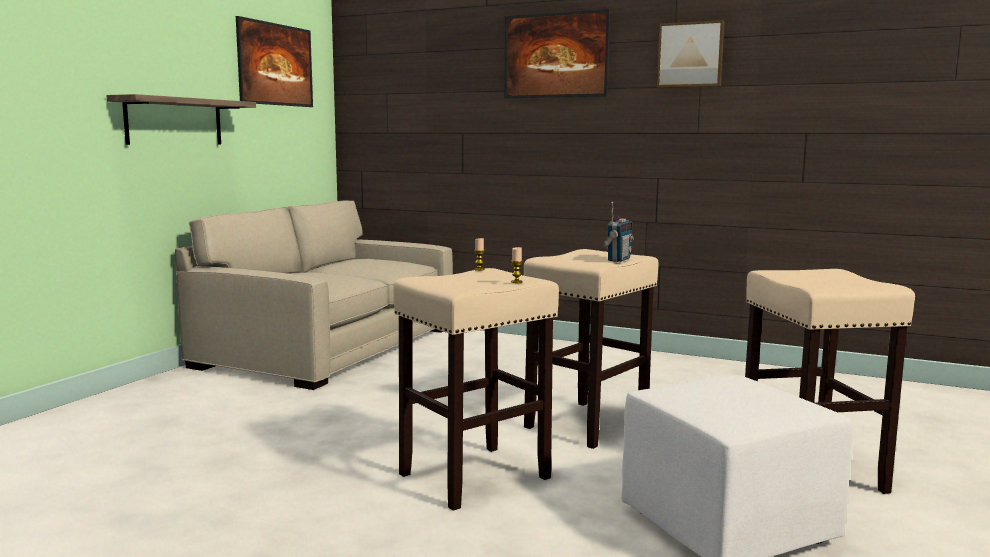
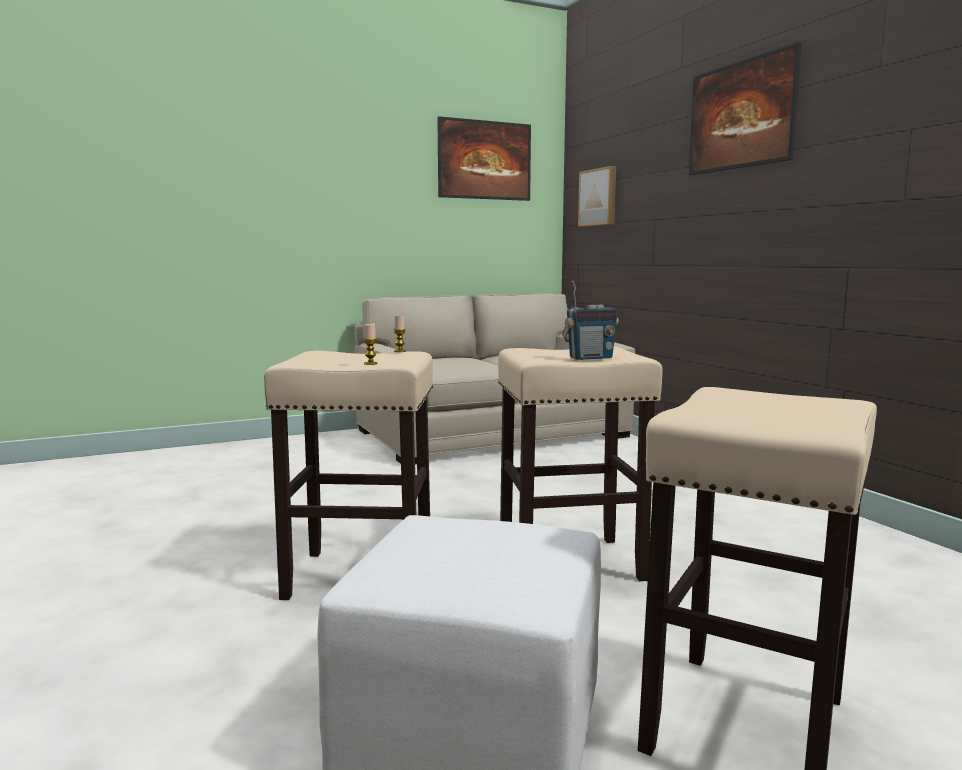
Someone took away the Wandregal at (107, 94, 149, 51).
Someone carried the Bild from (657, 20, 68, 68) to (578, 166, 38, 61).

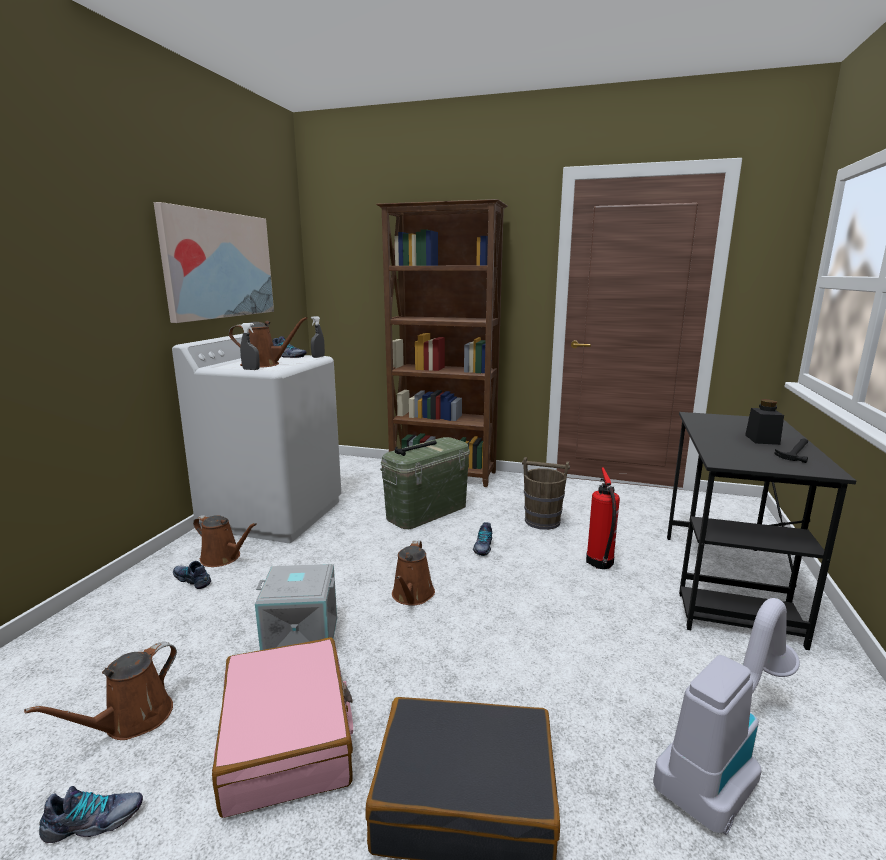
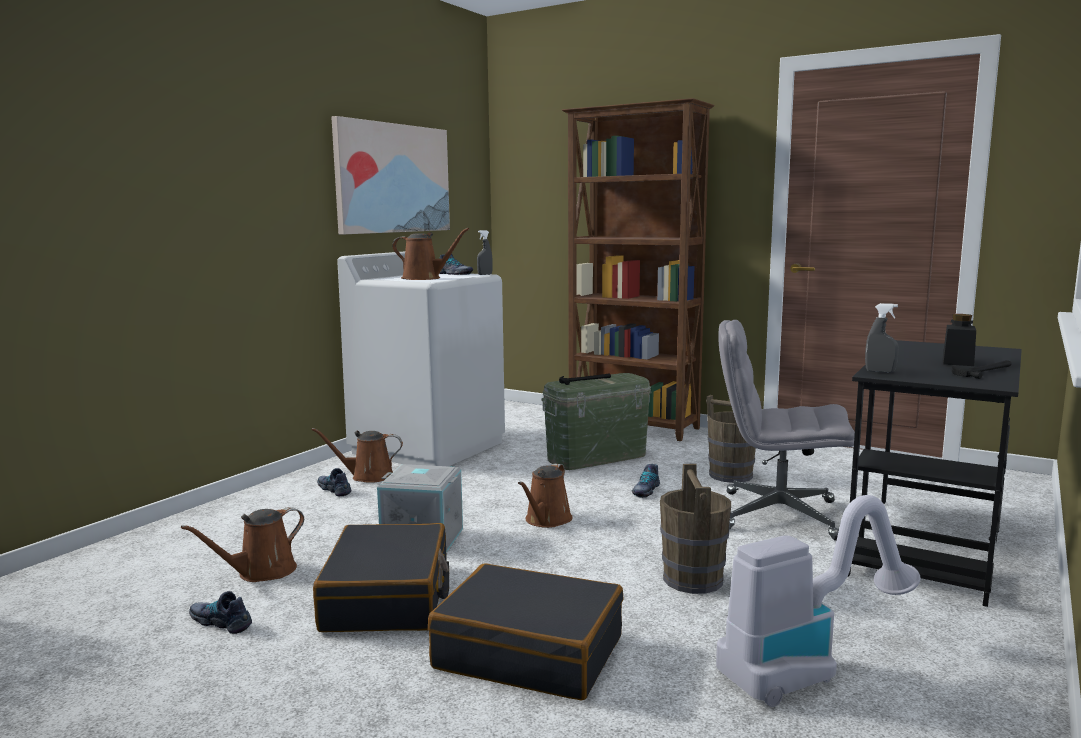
Someone put down the Eimer/braun at (660, 464, 71, 130).
Someone carried the Sprühflasche/grau from (240, 323, 20, 47) to (865, 303, 34, 70).
Someone swapped the Feuerlöscher at (586, 468, 34, 101) for the Bürostuhl/grau at (718, 320, 137, 221).
Someone repainted the Koffer/rosa at (212, 638, 141, 180), which became the Koffer/schwarz at (313, 523, 136, 109).
Someone rotated the Schuh at (39, 786, 104, 57) by 150 degrees counterclockwise.
Someone rotated the Gießkanne/braun at (193, 515, 64, 52) by 135 degrees clockwise.

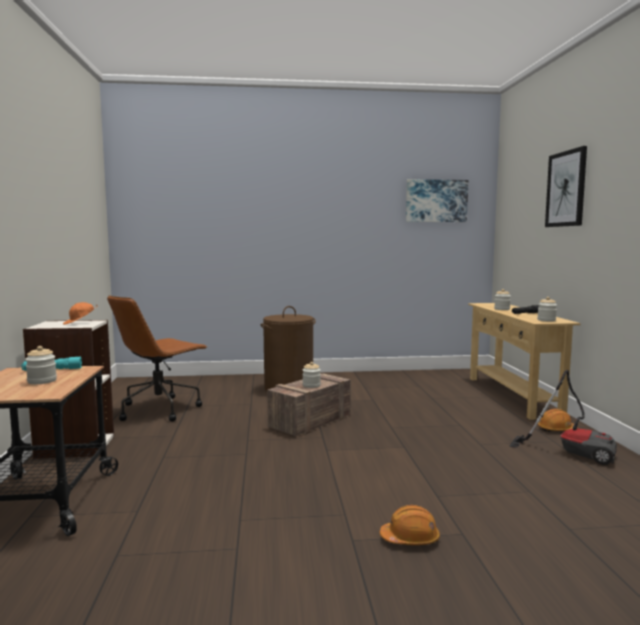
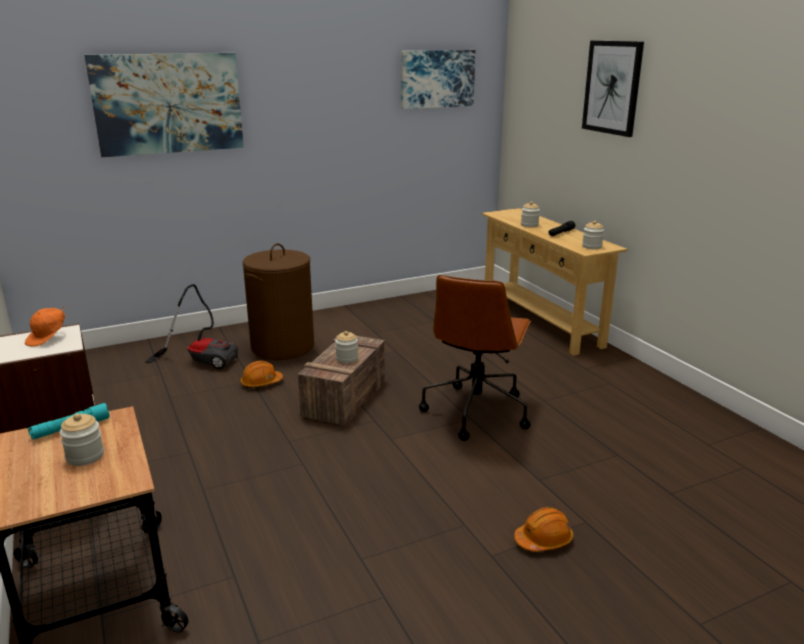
Someone put up the Bild at (84, 53, 160, 104).
Someone carried the Bürostuhl/braun from (107, 295, 100, 126) to (419, 275, 112, 166).
Someone carried the Staubsauger from (509, 370, 108, 95) to (145, 284, 93, 86).
Someone carried the Schutzhelm/orange from (538, 409, 40, 23) to (240, 361, 43, 27).

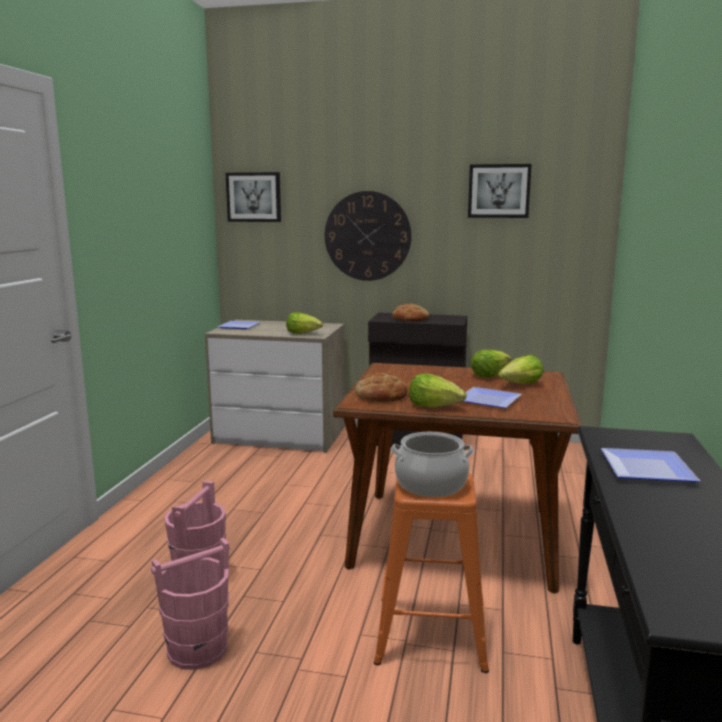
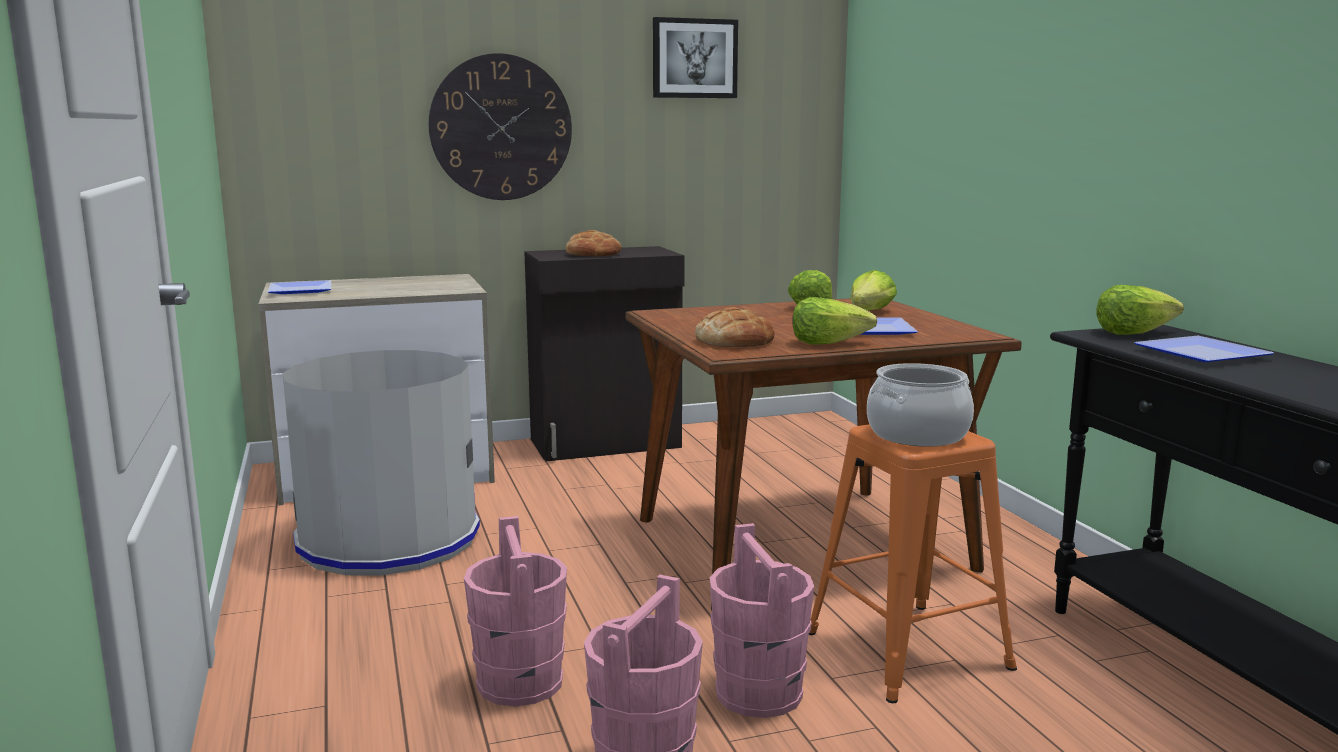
Someone took away the Bild at (226, 172, 55, 50).
Someone put down the Mülleimer/grau at (283, 350, 197, 225).
Someone put down the Eimer/rosa at (709, 523, 105, 195).
Someone carried the Salatkopf from (286, 313, 37, 21) to (1096, 285, 88, 50).

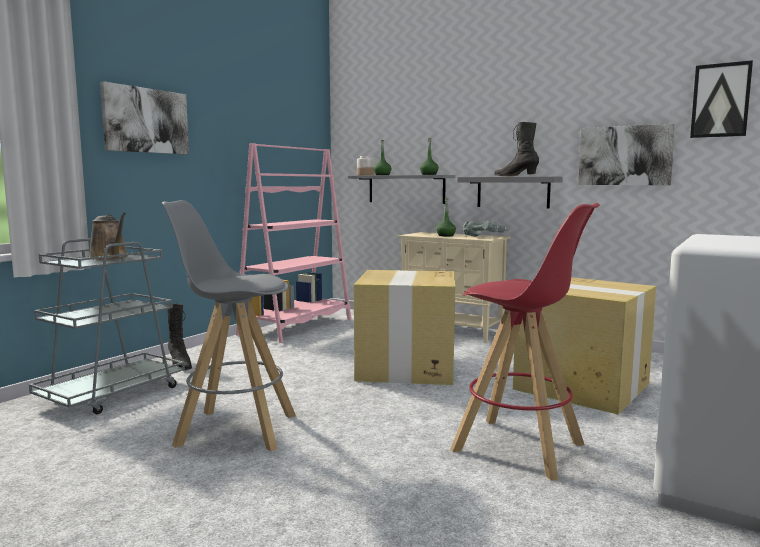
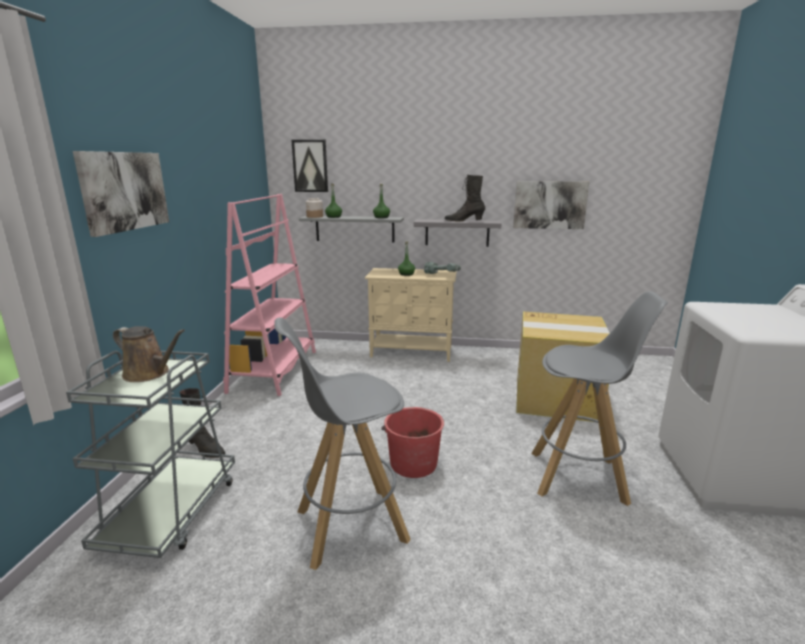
Someone took away the Karton at (354, 270, 101, 115).
Someone put down the Eimer/rot at (382, 407, 62, 71).
Someone carried the Bild from (690, 60, 63, 78) to (291, 140, 37, 52).
Someone repainted the Hocker/rot at (451, 203, 149, 278), which became the Hocker/grau at (531, 291, 137, 215).

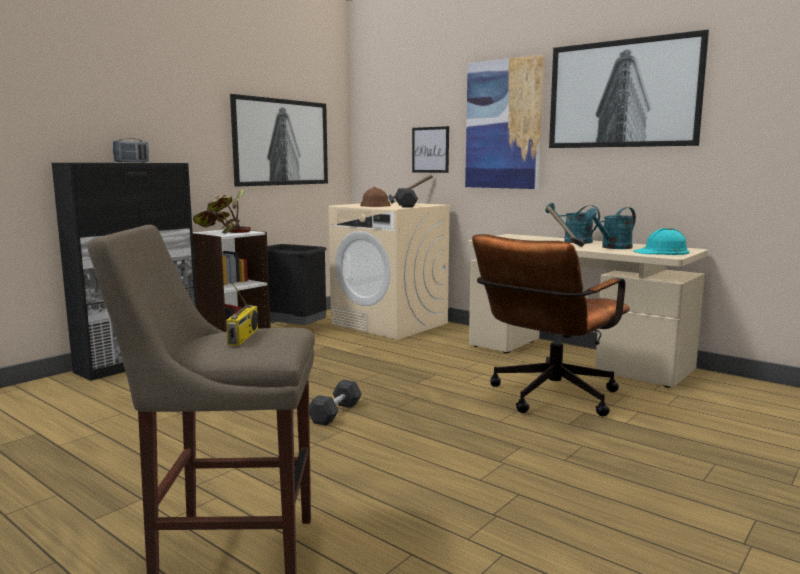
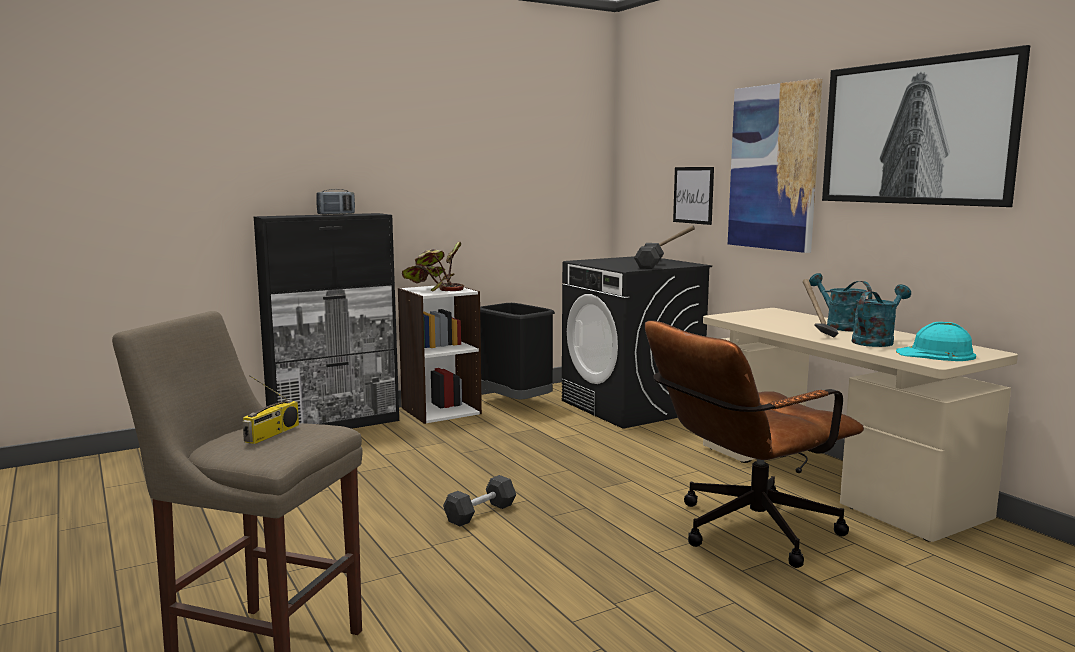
Someone took away the Bild at (230, 94, 98, 93).
Someone took away the Schutzhelm/braun at (360, 187, 31, 20).
Someone repainted the Waschmaschine/beige at (329, 202, 122, 138), which became the Waschmaschine/schwarz at (562, 256, 150, 173).
Someone rotated the Gießkanne/türkis at (585, 207, 51, 42) by 150 degrees clockwise.

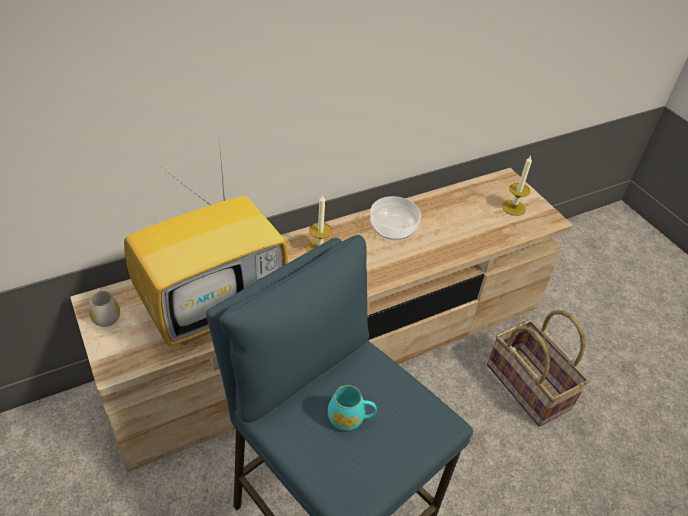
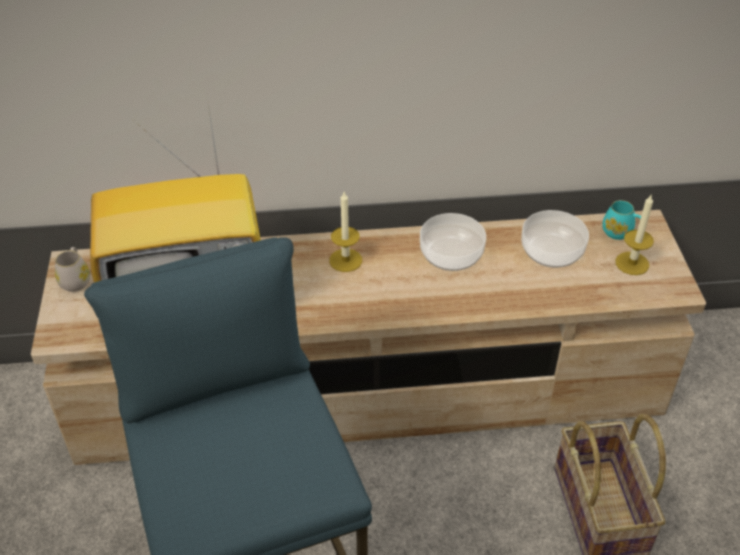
Someone put down the Schüssel at (521, 210, 68, 58).
Someone carried the Henkelbecher/türkis from (328, 385, 49, 46) to (602, 200, 39, 40).

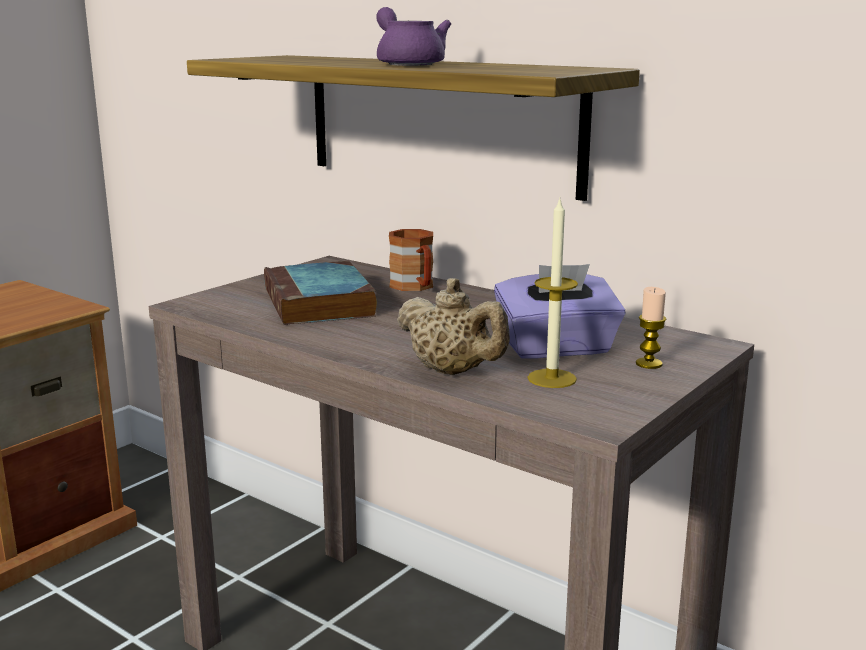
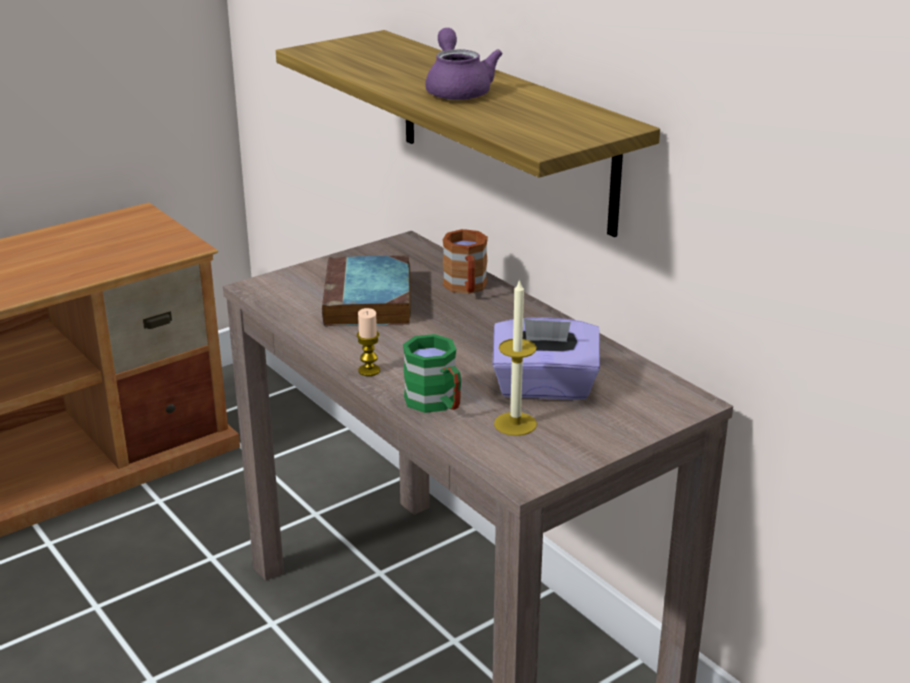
Someone carried the Kerze from (636, 287, 30, 82) to (357, 308, 23, 68).
Someone swapped the Teekanne/beige at (397, 278, 113, 97) for the Henkelbecher/grün at (403, 334, 58, 79).

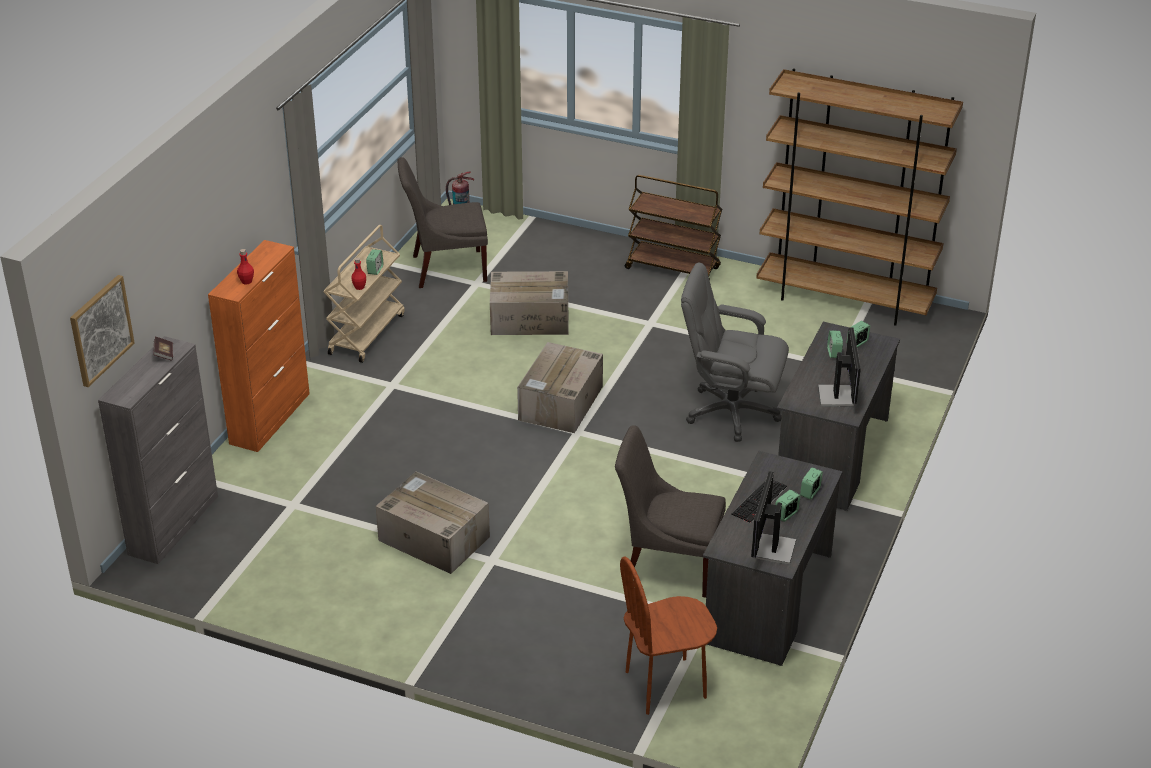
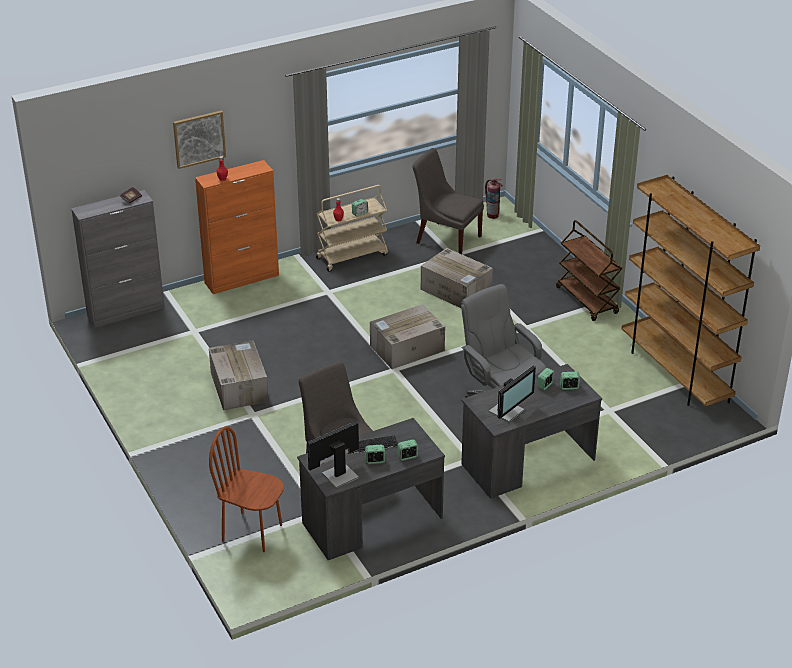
Someone carried the Bild from (70, 275, 65, 112) to (173, 111, 53, 58).

